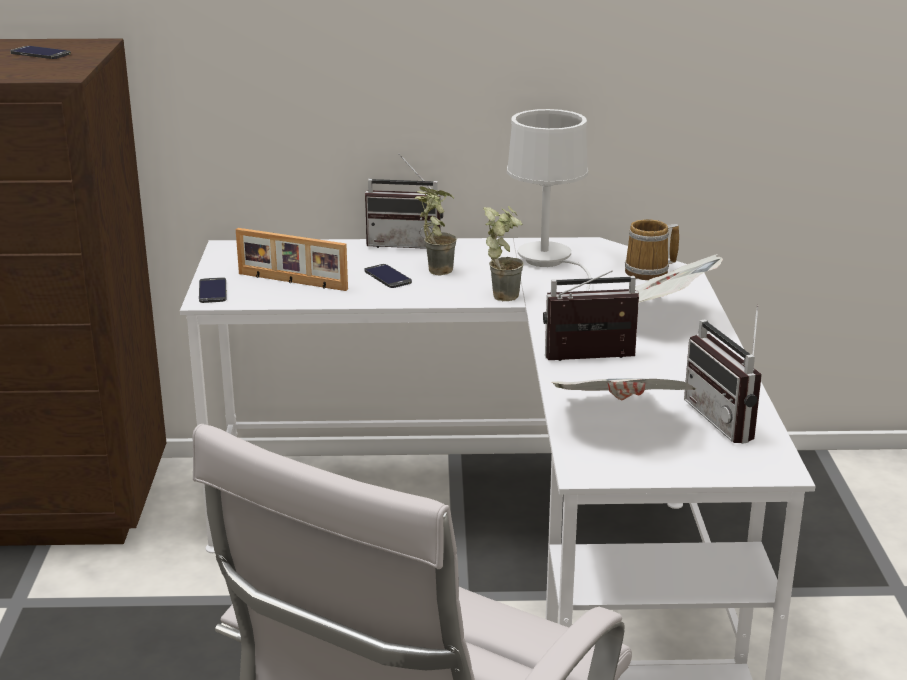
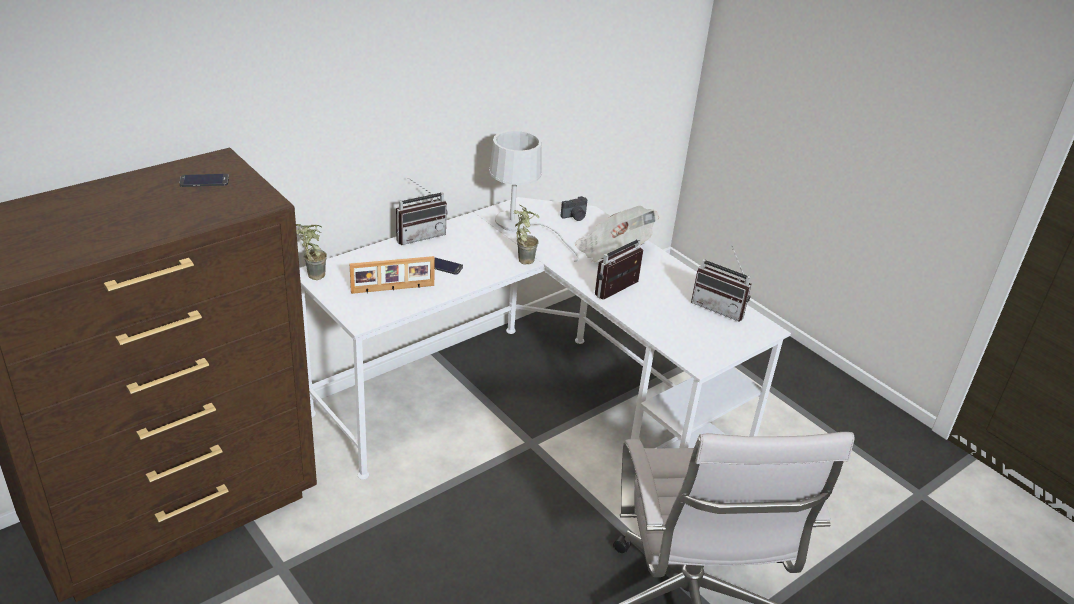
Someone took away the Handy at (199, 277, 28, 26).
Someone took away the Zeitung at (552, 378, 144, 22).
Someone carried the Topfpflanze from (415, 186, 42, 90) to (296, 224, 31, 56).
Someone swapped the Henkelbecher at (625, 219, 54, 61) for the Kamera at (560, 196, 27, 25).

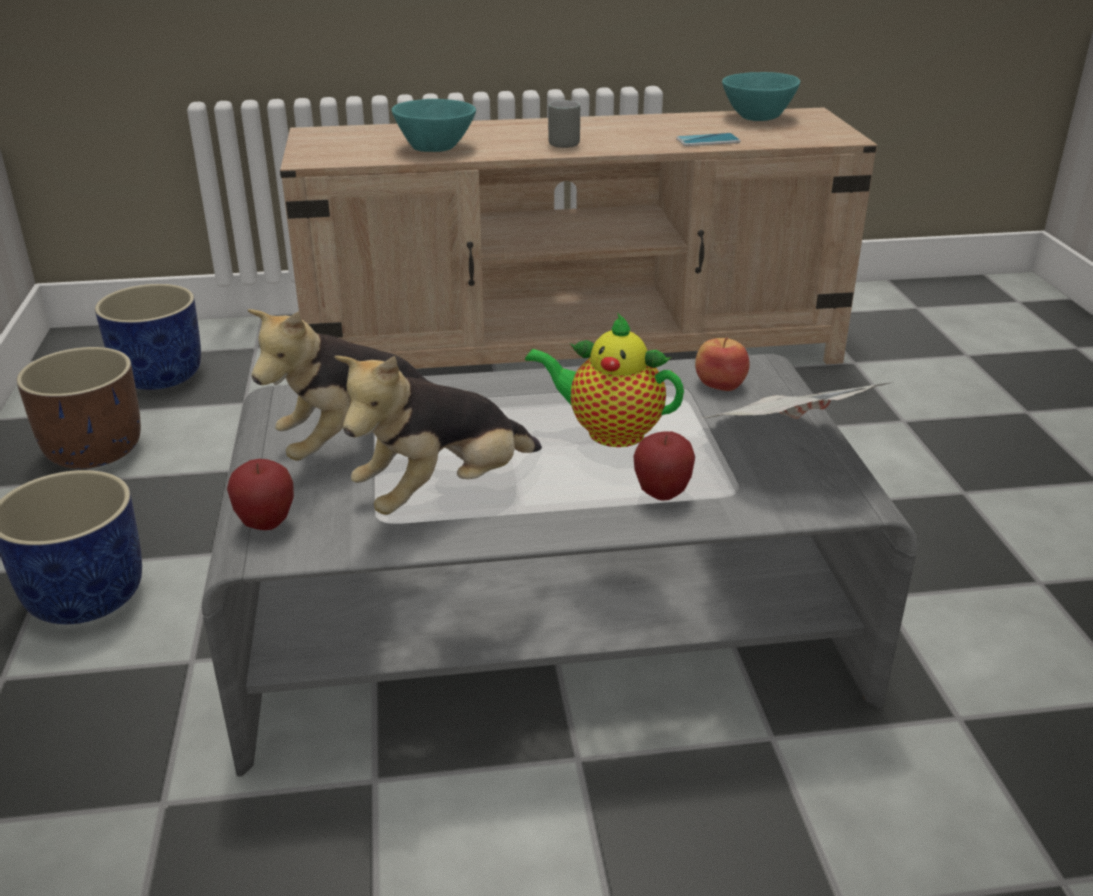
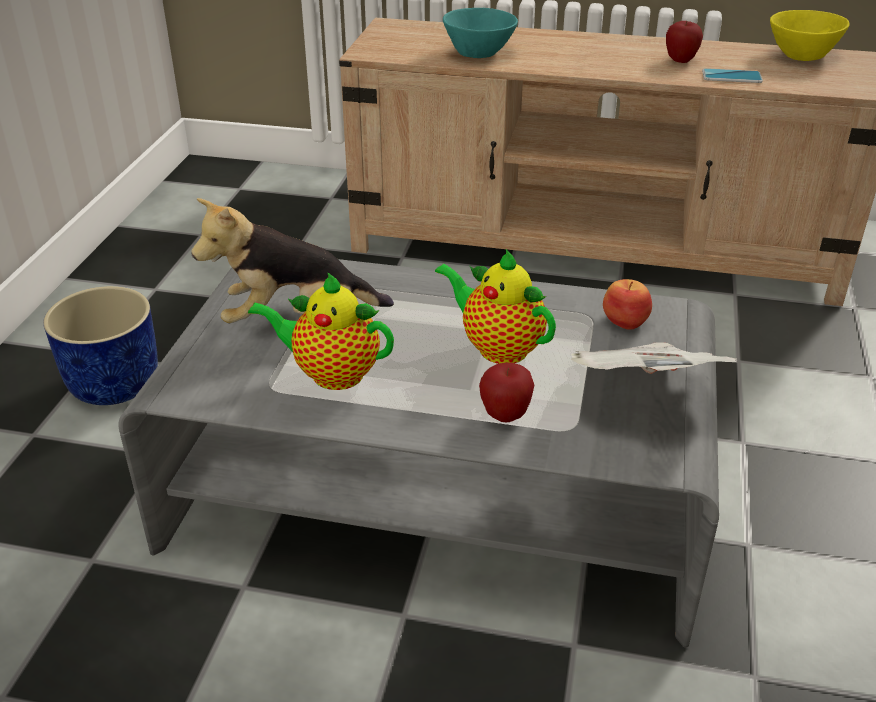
Someone took away the Pflanzkübel/braun at (16, 347, 125, 122).
Someone took away the Pflanzkübel/blau at (95, 284, 106, 106).
Someone took away the Henkelbecher/grau at (548, 100, 32, 48).
Someone carried the Apfel from (227, 459, 67, 71) to (666, 21, 37, 42).
Someone swapped the Plüschtier at (334, 356, 208, 159) for the Teekanne at (248, 272, 146, 118).
Someone repainted the Schüssel/türkis at (722, 72, 78, 49), which became the Schüssel/gelb at (770, 10, 79, 51).

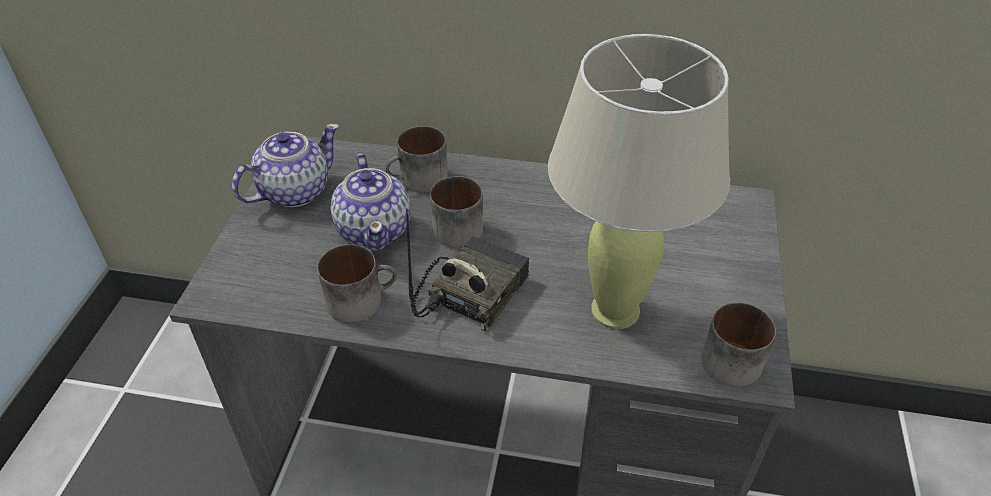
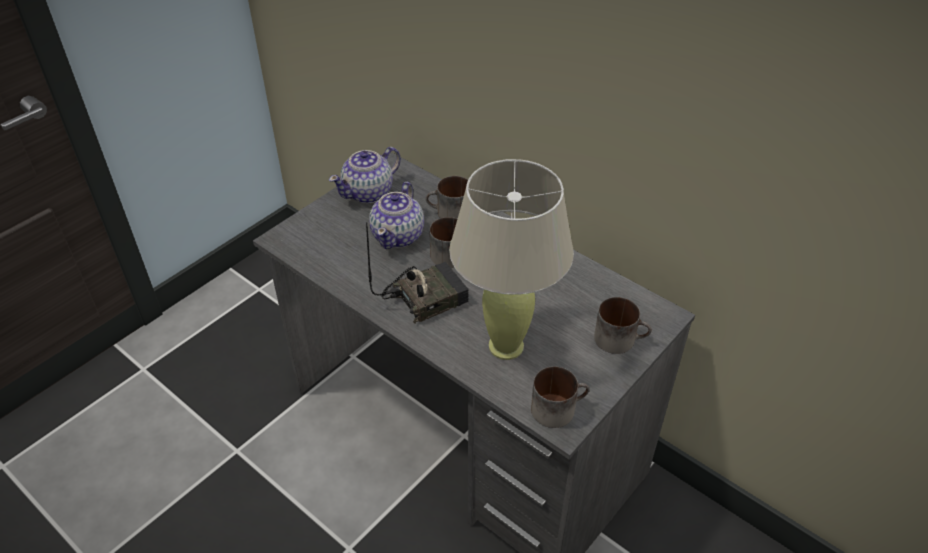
Someone carried the Henkelbecher from (317, 244, 80, 79) to (594, 297, 58, 57).
Someone rotated the Teekanne at (232, 123, 107, 84) by 150 degrees clockwise.

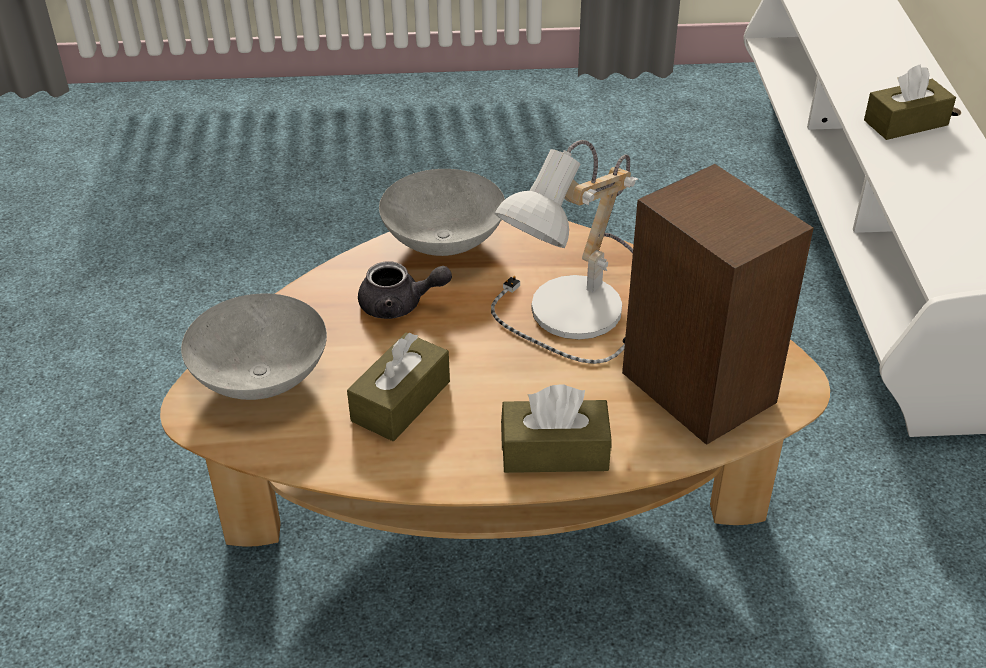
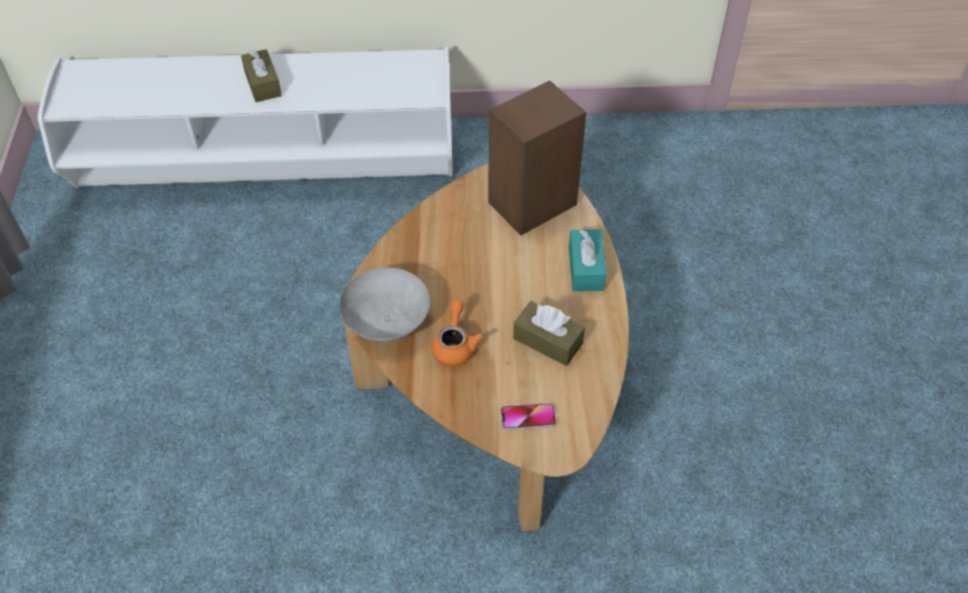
Someone took away the Tischlampe at (491, 140, 147, 224).
Someone swapped the Schüssel/grau at (181, 293, 146, 107) for the Handy at (501, 403, 55, 27).
Someone repainted the Teekanne/grau at (358, 261, 94, 58), which became the Teekanne/orange at (431, 299, 53, 68).
Someone repainted the Taschentuchbox/braun at (501, 384, 111, 89), which became the Taschentuchbox/türkis at (569, 230, 38, 61).

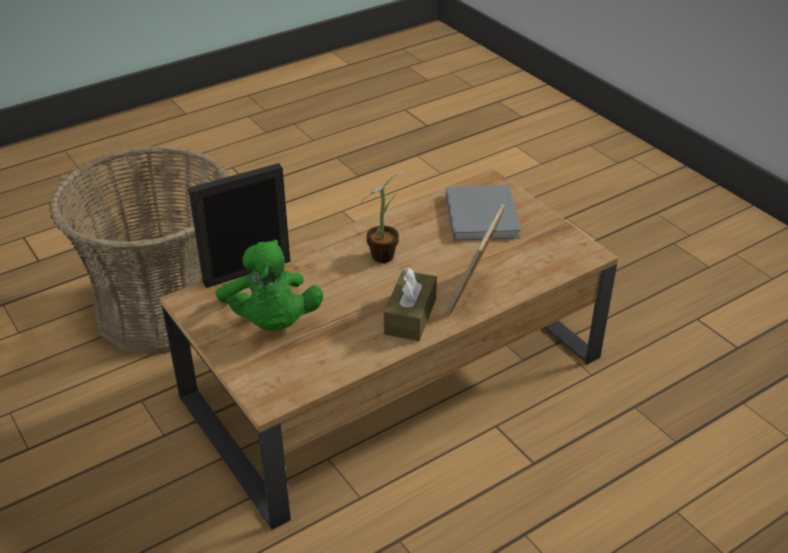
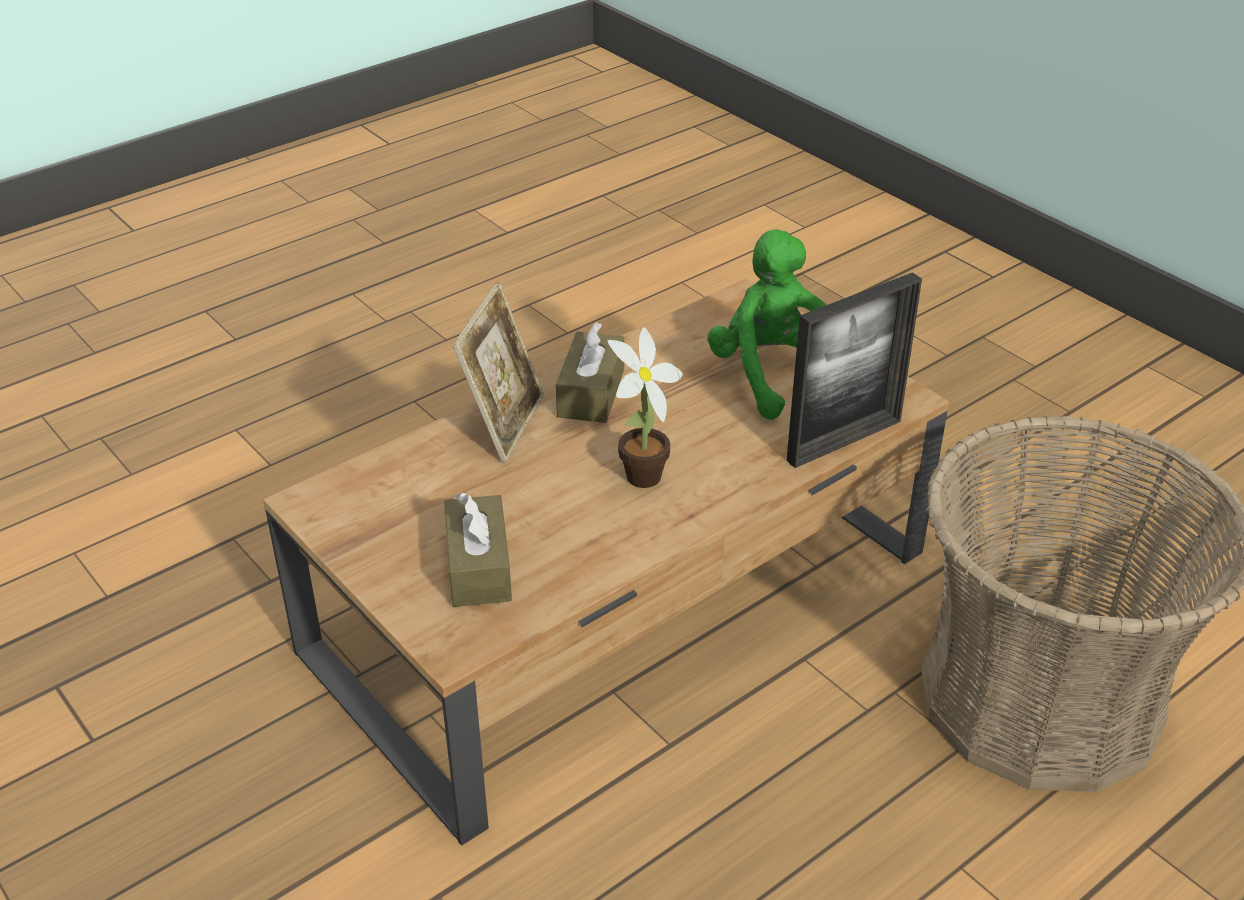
Someone swapped the Buch/grau at (446, 185, 75, 56) for the Taschentuchbox/braun at (444, 493, 68, 114).

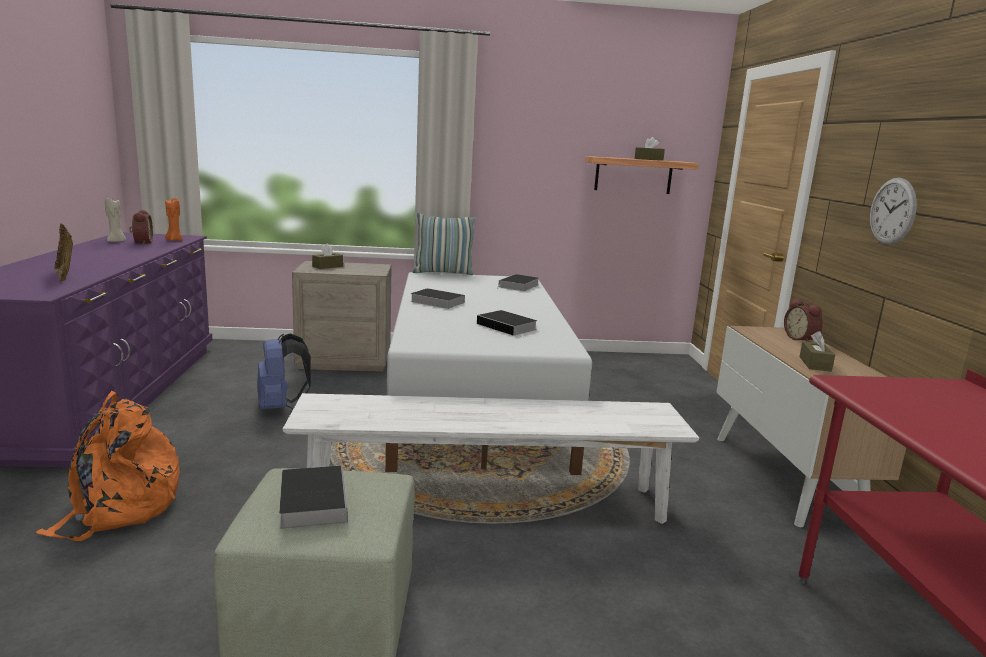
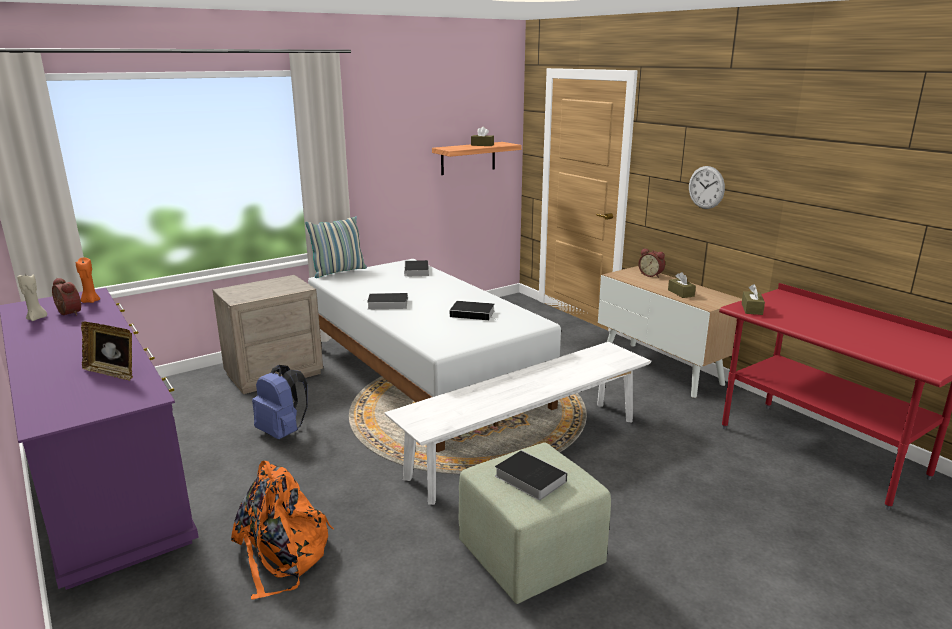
Someone carried the Taschentuchbox/braun from (312, 244, 31, 25) to (742, 284, 23, 31).

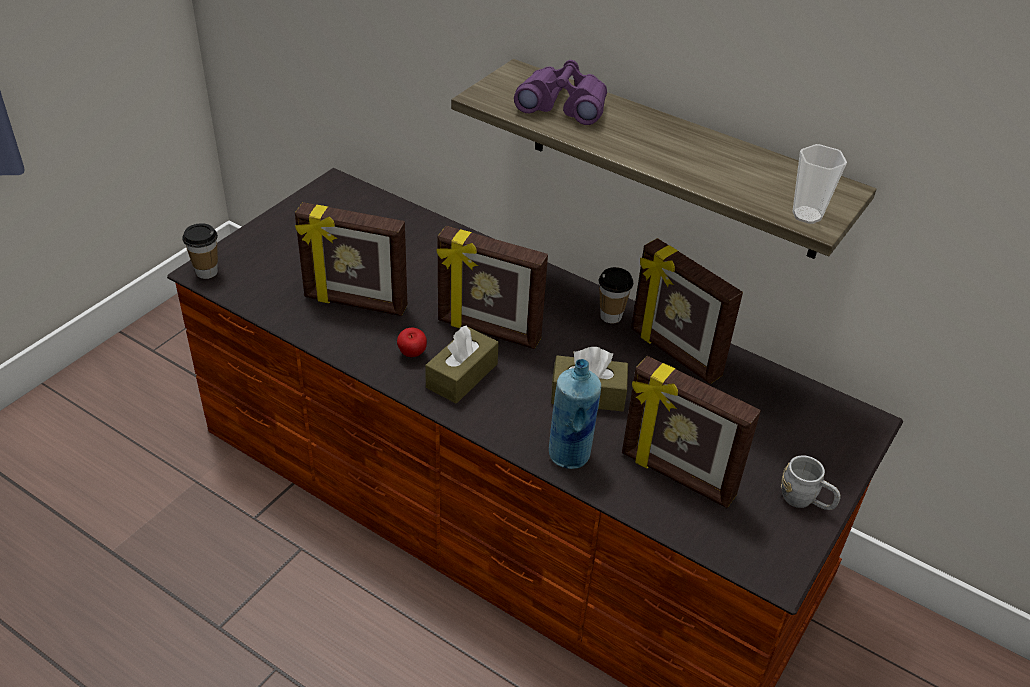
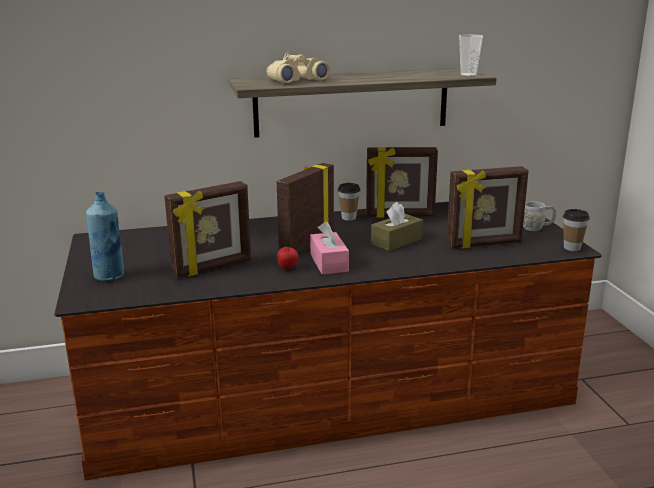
Someone carried the Tasse from (182, 223, 36, 56) to (563, 209, 27, 42).
Someone carried the Flasche/blau from (549, 359, 52, 110) to (86, 192, 38, 89).
Someone repainted the Taschentuchbox/braun at (425, 326, 74, 77), which became the Taschentuchbox/rosa at (310, 221, 39, 53).
Someone repainted the Fernglas/lila at (514, 60, 93, 65), which became the Fernglas/beige at (267, 53, 63, 30).
Someone rotated the Bilderrahmen at (437, 226, 111, 123) by 150 degrees clockwise.

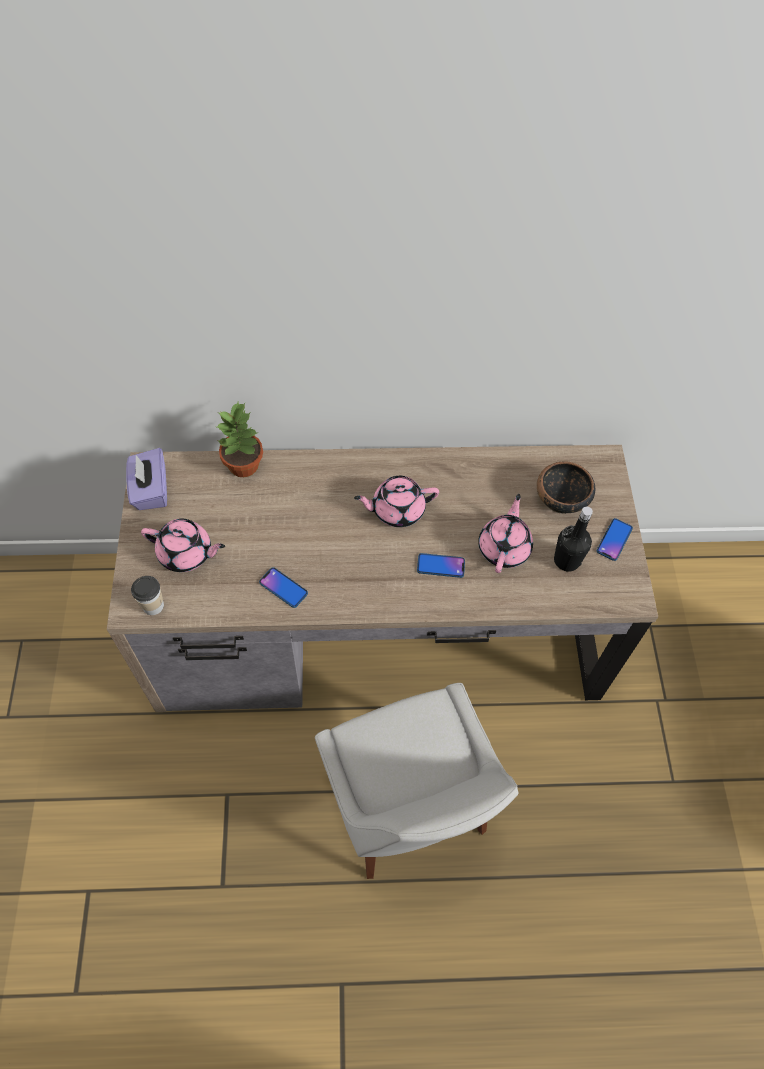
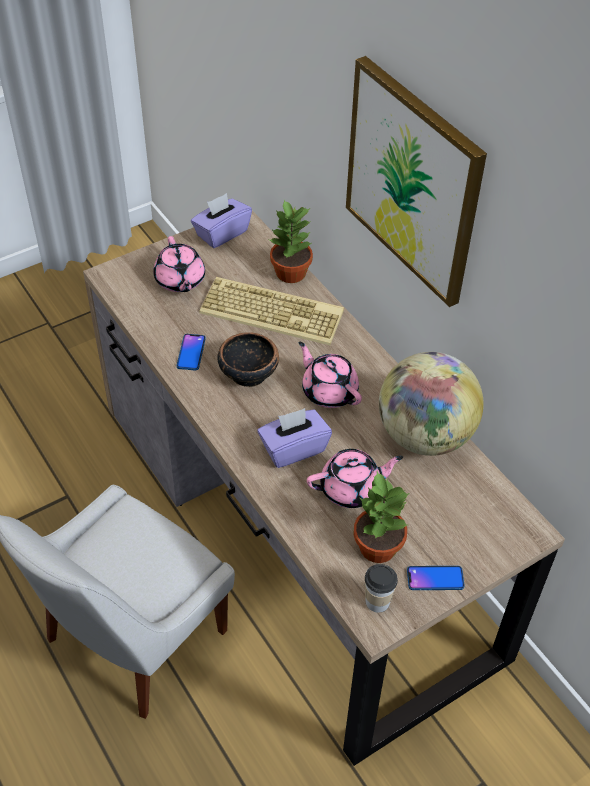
Someone put down the Tastatur at (199, 277, 145, 68).
Someone put up the Bild at (346, 56, 141, 251).
Someone put down the Globus at (379, 352, 105, 104).
Someone carried the Tasse from (131, 576, 33, 39) to (365, 564, 33, 49).
Someone carried the Schüssel from (537, 461, 58, 53) to (218, 332, 61, 55).
Someone swapped the Handy at (417, 553, 48, 25) for the Taschentuchbox/lila at (257, 408, 75, 60).
Someone swapped the Flasche/schwarz at (554, 507, 39, 65) for the Topfpflanze at (353, 471, 57, 92).

